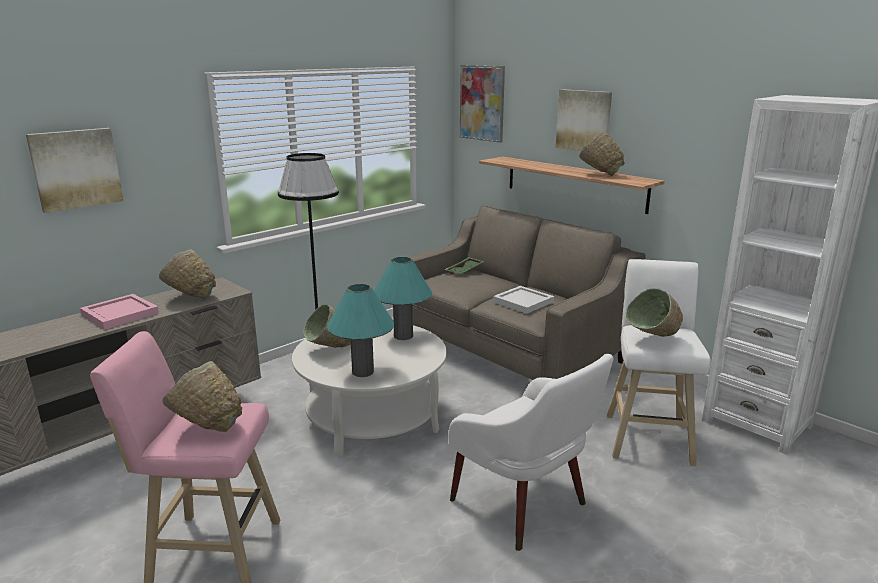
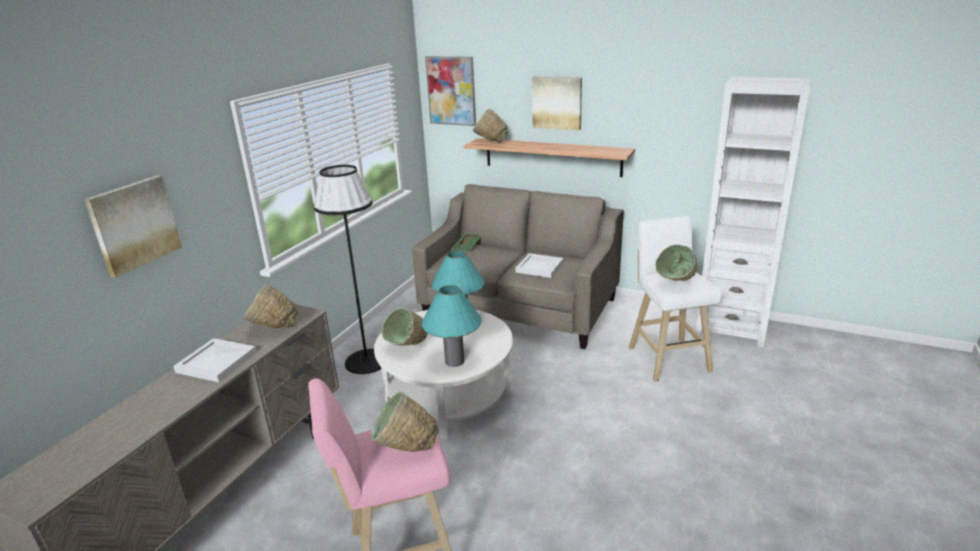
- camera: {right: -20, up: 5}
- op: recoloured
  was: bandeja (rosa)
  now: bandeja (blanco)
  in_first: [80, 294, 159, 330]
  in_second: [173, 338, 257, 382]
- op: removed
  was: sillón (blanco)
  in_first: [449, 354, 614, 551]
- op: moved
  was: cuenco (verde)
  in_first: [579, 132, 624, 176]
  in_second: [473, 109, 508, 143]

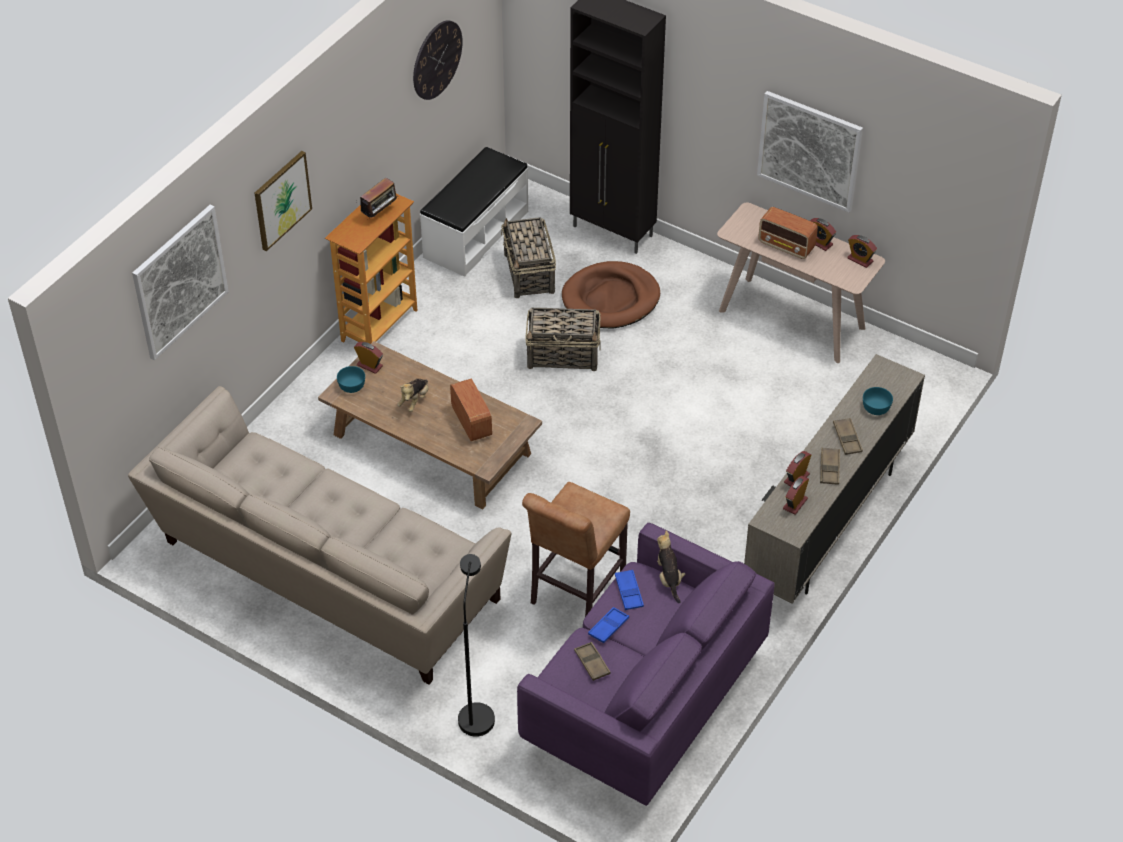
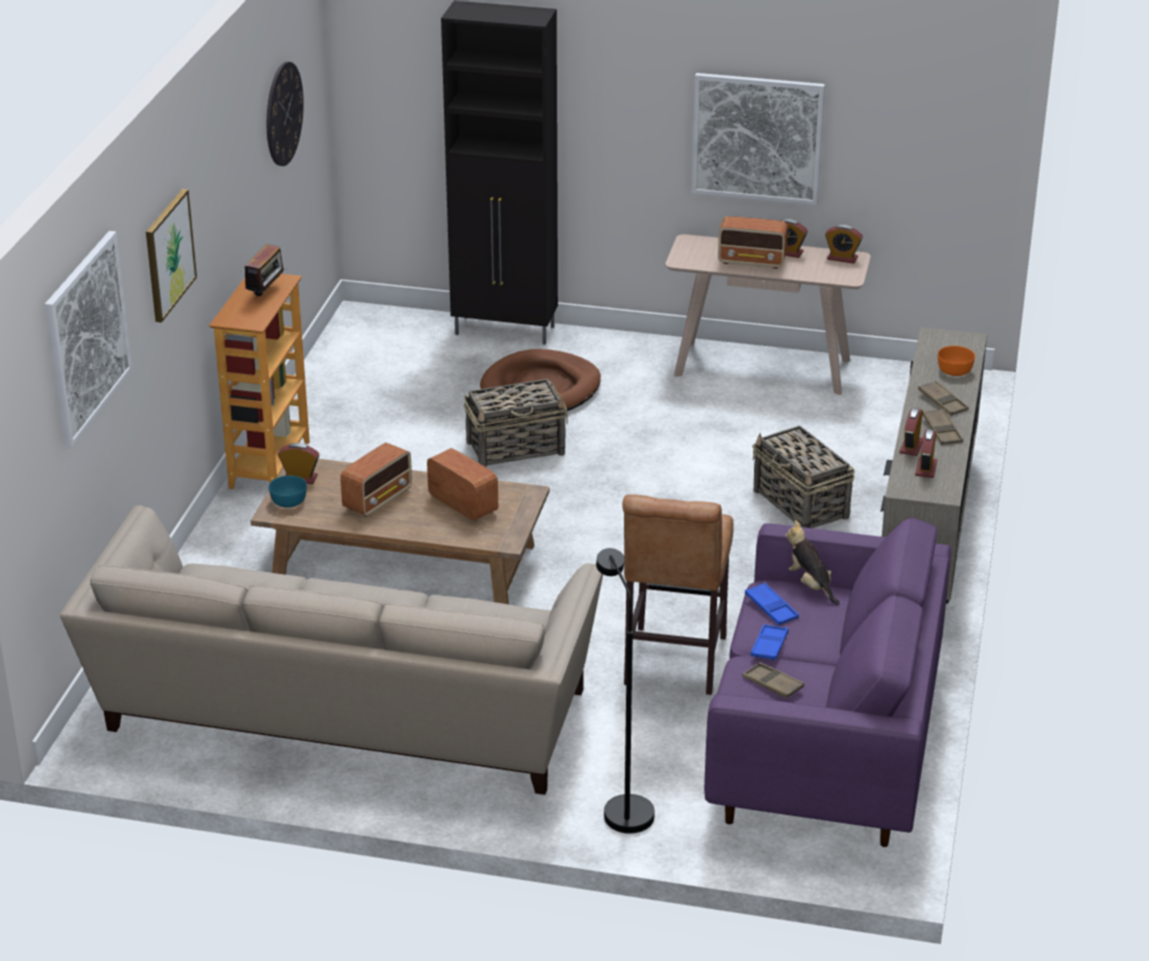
- camera: {right: -20, up: -15}
- op: replaced
  was: peluche
  now: radio
  in_first: [397, 379, 429, 412]
  in_second: [340, 442, 412, 517]
- op: removed
  was: banco (blanco)
  in_first: [420, 147, 528, 277]
- op: moved
  was: cesta
  in_first: [501, 217, 556, 298]
  in_second: [752, 426, 855, 528]
- op: recoloured
  was: cuenco (turquesa)
  now: cuenco (naranja)
  in_first: [863, 387, 893, 415]
  in_second: [938, 346, 975, 376]

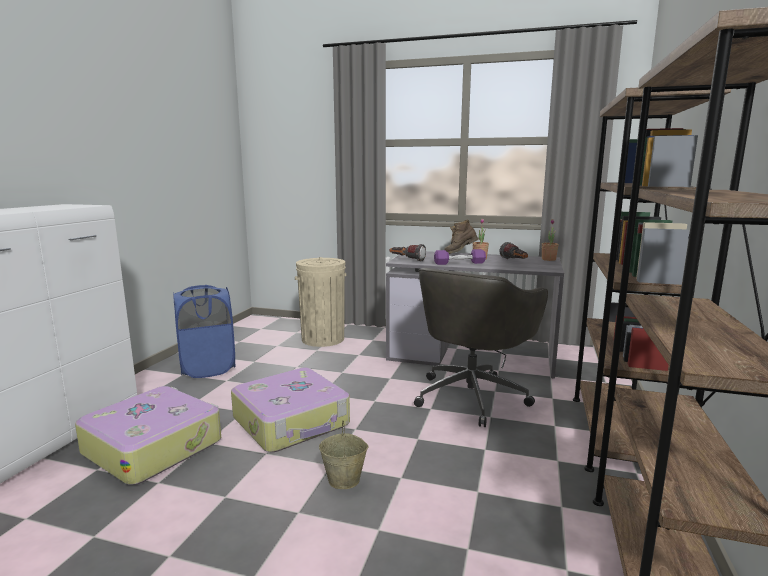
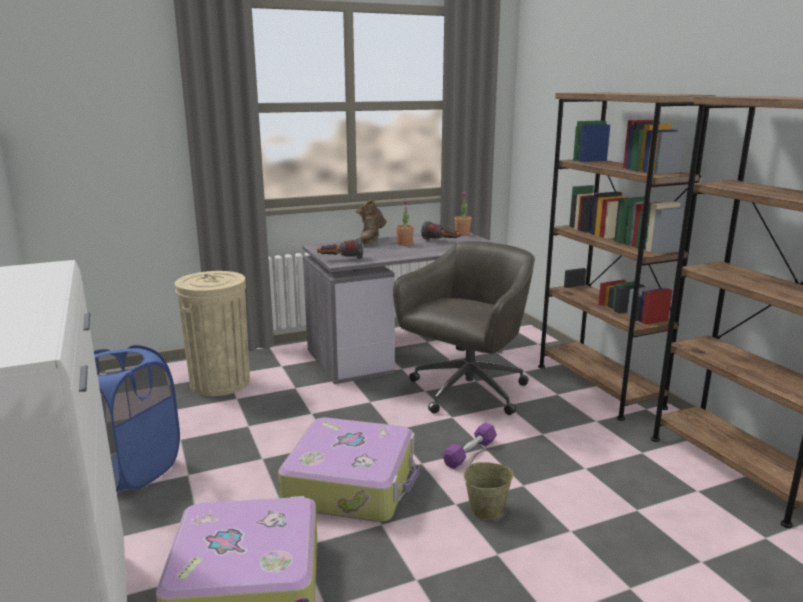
- camera: {right: -40, up: 5}
- op: turned
  was: silla de oficina (gris)
  in_first: [414, 268, 548, 427]
  in_second: [393, 241, 535, 415]
  clockwise: -135
- op: moved
  was: mancuerna (morado)
  in_first: [434, 249, 486, 265]
  in_second: [442, 423, 497, 469]

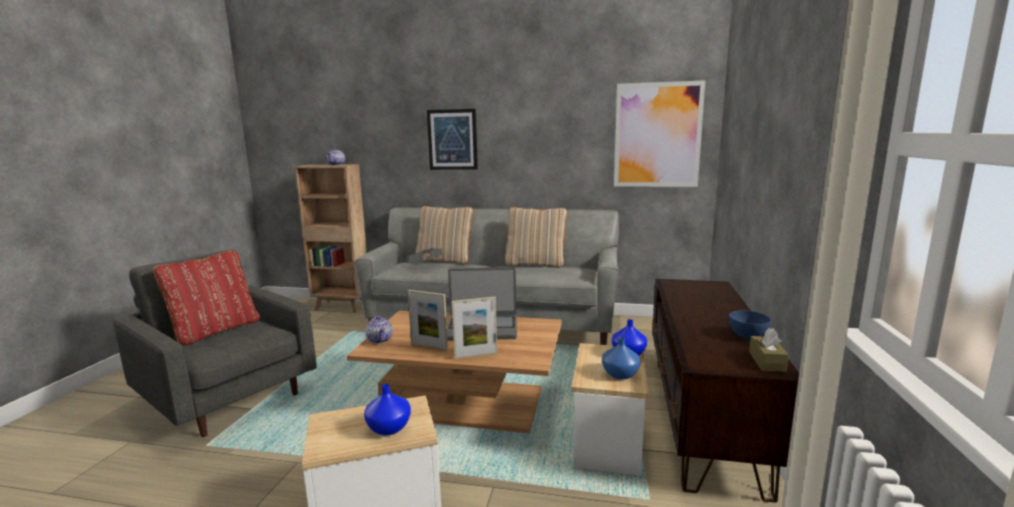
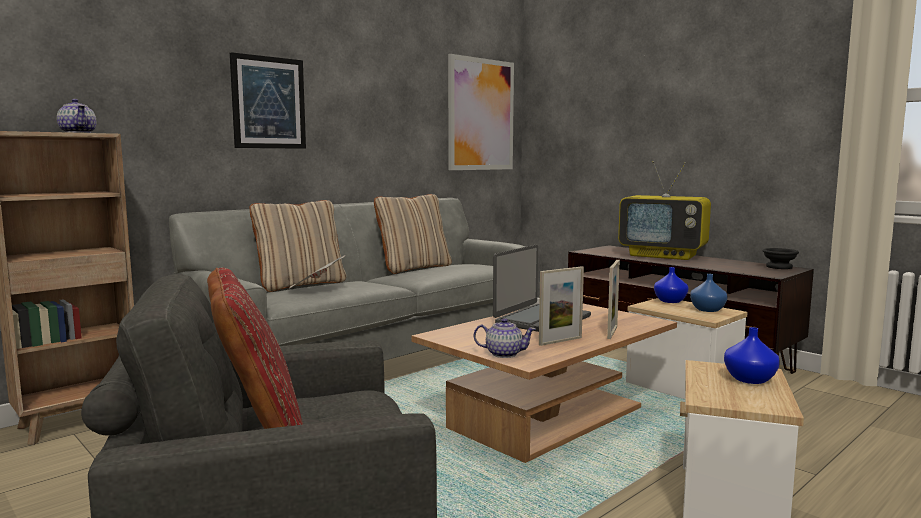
- camera: {right: -55, up: -5}
- op: removed
  was: cuenco (azul)
  in_first: [729, 310, 771, 339]
- op: replaced
  was: caja de pañuelos (marrón)
  now: cuenco (negro)
  in_first: [749, 328, 789, 372]
  in_second: [762, 248, 799, 269]
- op: added
  now: televisor
  in_second: [618, 161, 711, 260]

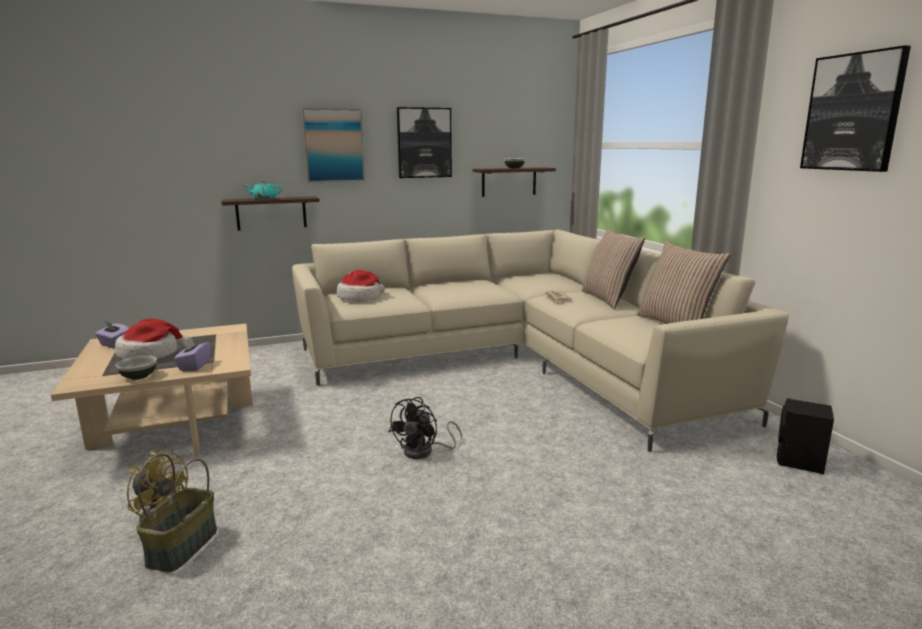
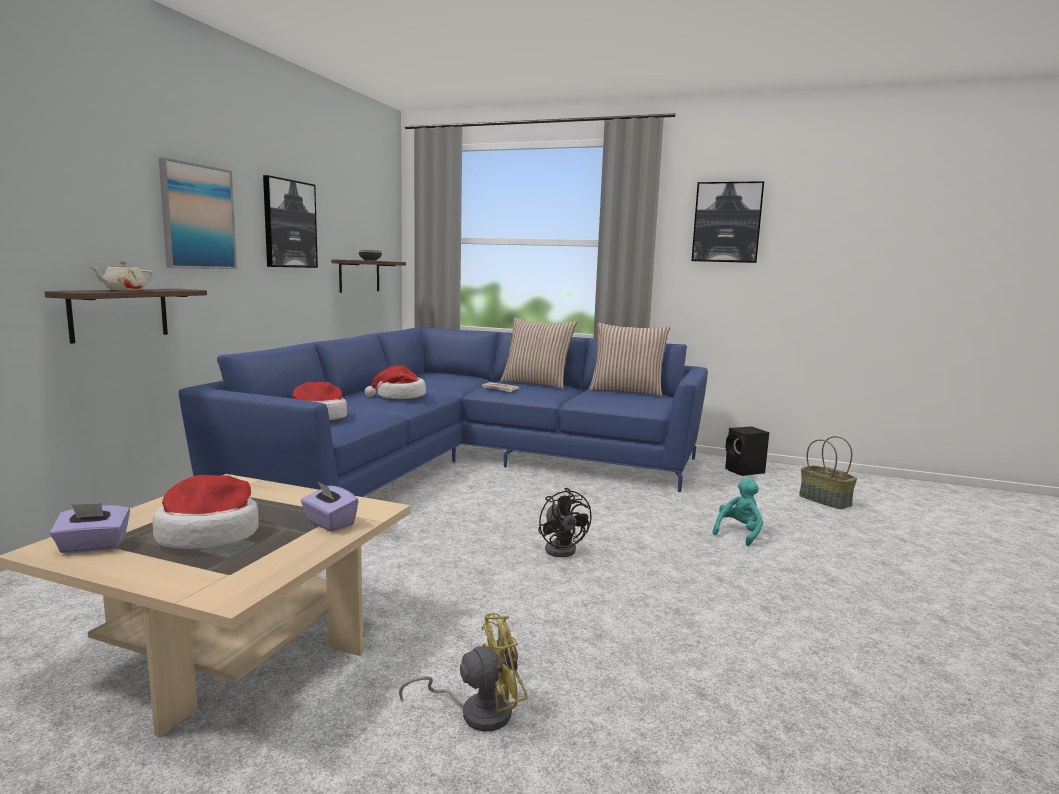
- camera: {right: -50, up: -5}
- op: removed
  was: cuenco
  in_first: [116, 355, 157, 380]
- op: moved
  was: cesta
  in_first: [136, 454, 217, 572]
  in_second: [799, 436, 857, 509]
- op: recoloured
  was: tetera (turquesa)
  now: tetera (beis)
  in_first: [245, 180, 282, 199]
  in_second: [90, 261, 153, 291]
- op: recoloured
  was: sofá (beis)
  now: sofá (azul)
  in_first: [292, 229, 789, 452]
  in_second: [179, 327, 708, 497]
- op: added
  now: sombrero
  in_second: [365, 365, 426, 399]
- op: added
  now: peluche (turquesa)
  in_second: [712, 478, 763, 546]

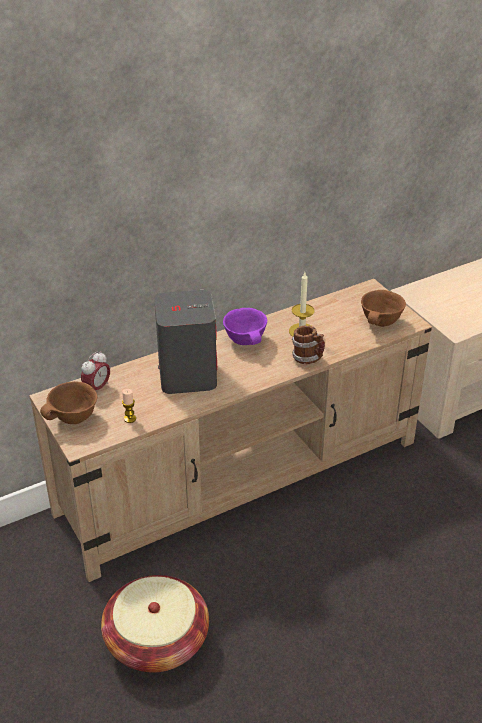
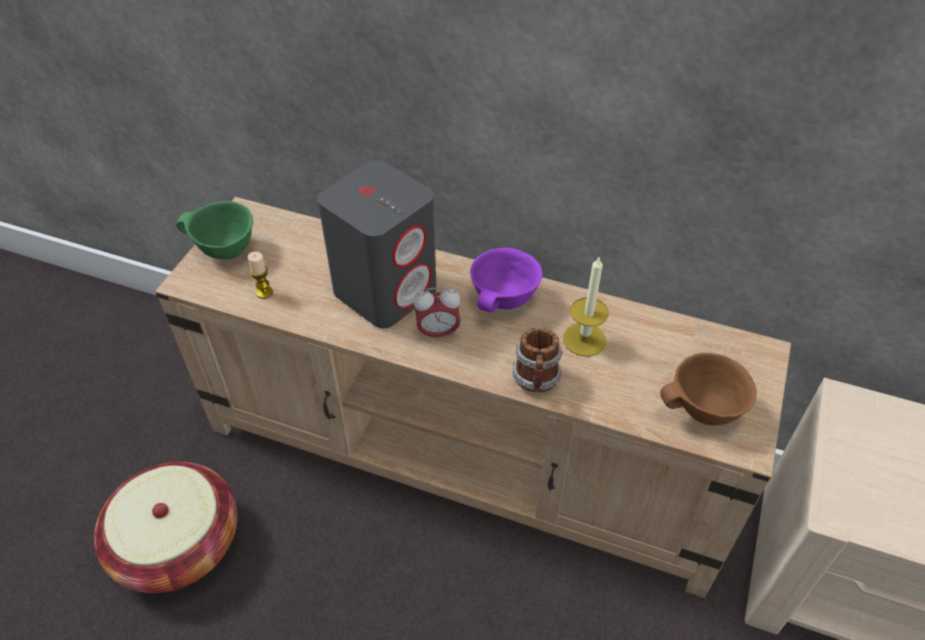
- camera: {right: 50, up: 10}
- op: recoloured
  was: cuenco (marrón)
  now: cuenco (verde)
  in_first: [40, 381, 97, 424]
  in_second: [176, 201, 253, 259]
- op: moved
  was: despertador
  in_first: [81, 352, 110, 390]
  in_second: [413, 287, 461, 340]

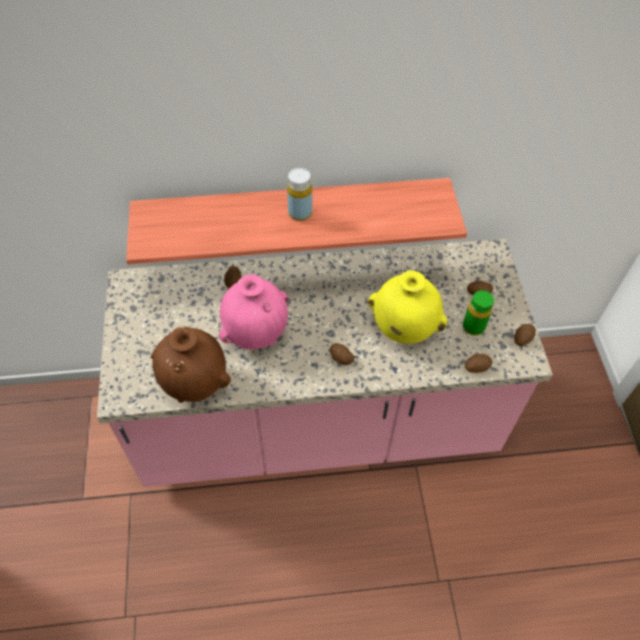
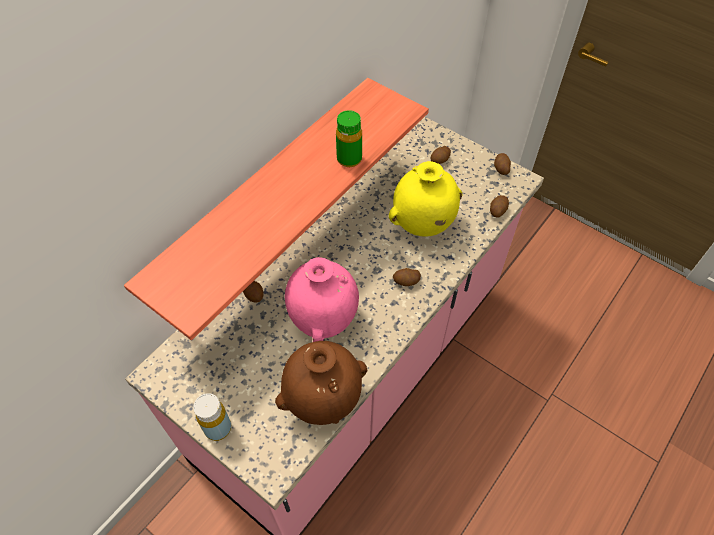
- camera: {right: -45, up: 0}
- op: moved
  was: botella (amarillo)
  in_first: [287, 168, 312, 221]
  in_second: [193, 393, 231, 441]
- op: moved
  was: botella (verde)
  in_first: [463, 290, 494, 336]
  in_second: [336, 110, 362, 167]

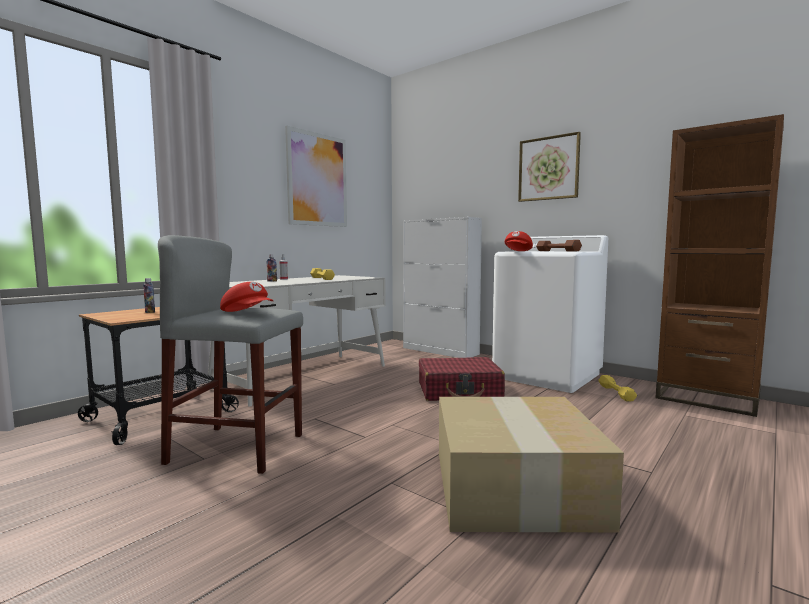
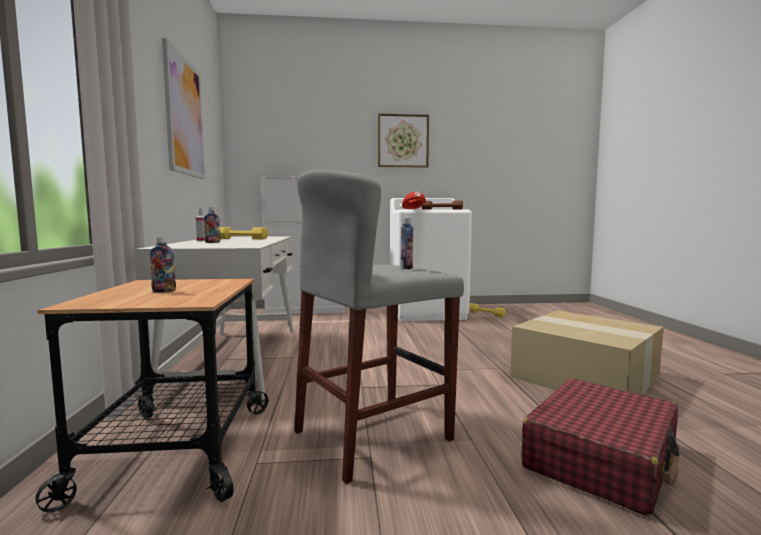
- camera: {right: -45, up: 0}
- op: replaced
  was: gorra (rojo)
  now: botella
  in_first: [220, 282, 274, 312]
  in_second: [401, 219, 413, 269]
- op: moved
  was: maleta (rojo)
  in_first: [419, 357, 505, 401]
  in_second: [521, 378, 680, 516]
- op: removed
  was: estantería (marrón)
  in_first: [656, 114, 784, 417]

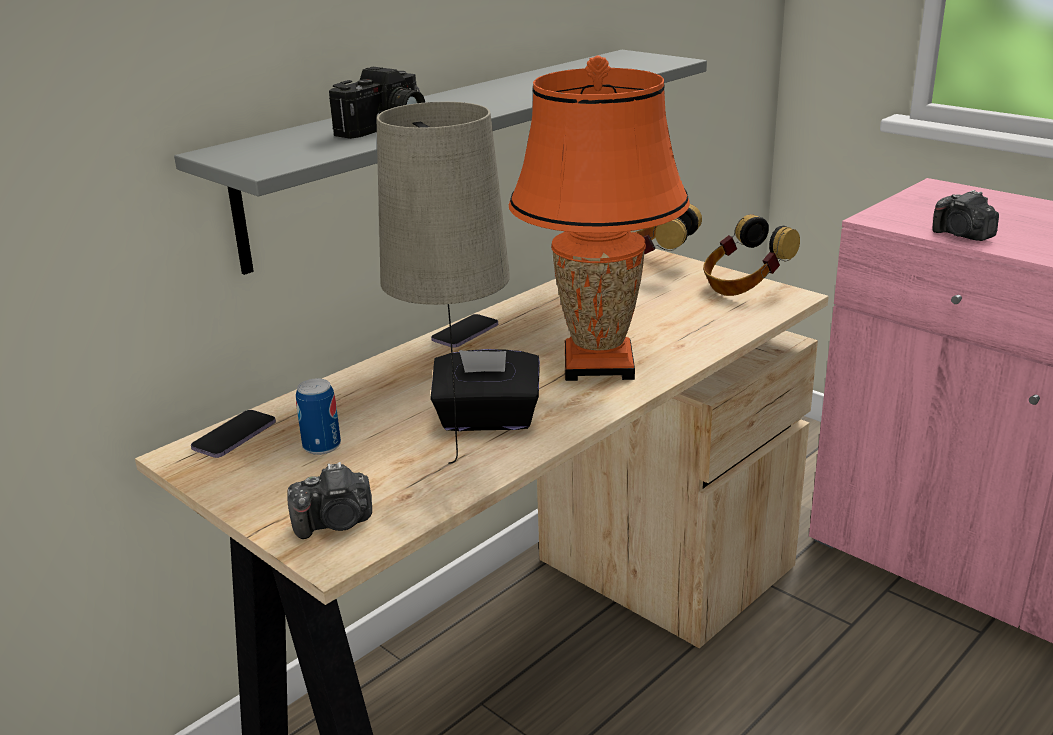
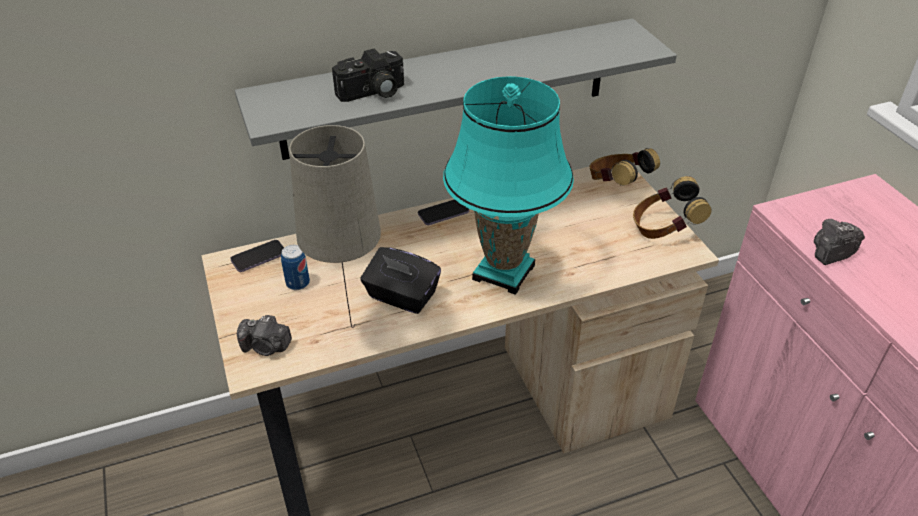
- camera: {right: 25, up: 15}
- op: recoloured
  was: lámpara de mesa (naranja)
  now: lámpara de mesa (turquesa)
  in_first: [508, 55, 690, 381]
  in_second: [443, 76, 574, 295]
- op: turned
  was: cámara
  in_first: [933, 190, 999, 241]
  in_second: [814, 219, 865, 265]
  clockwise: 75

